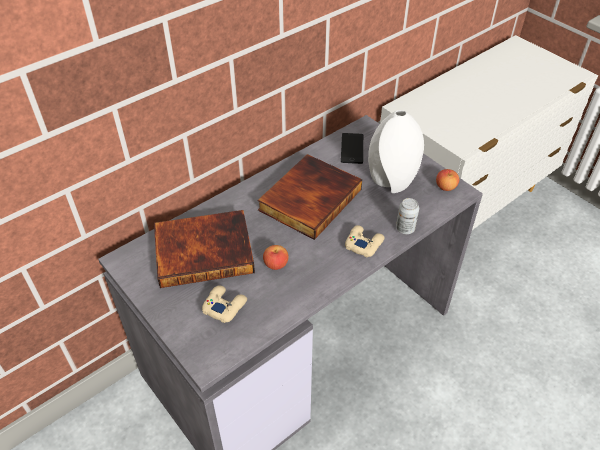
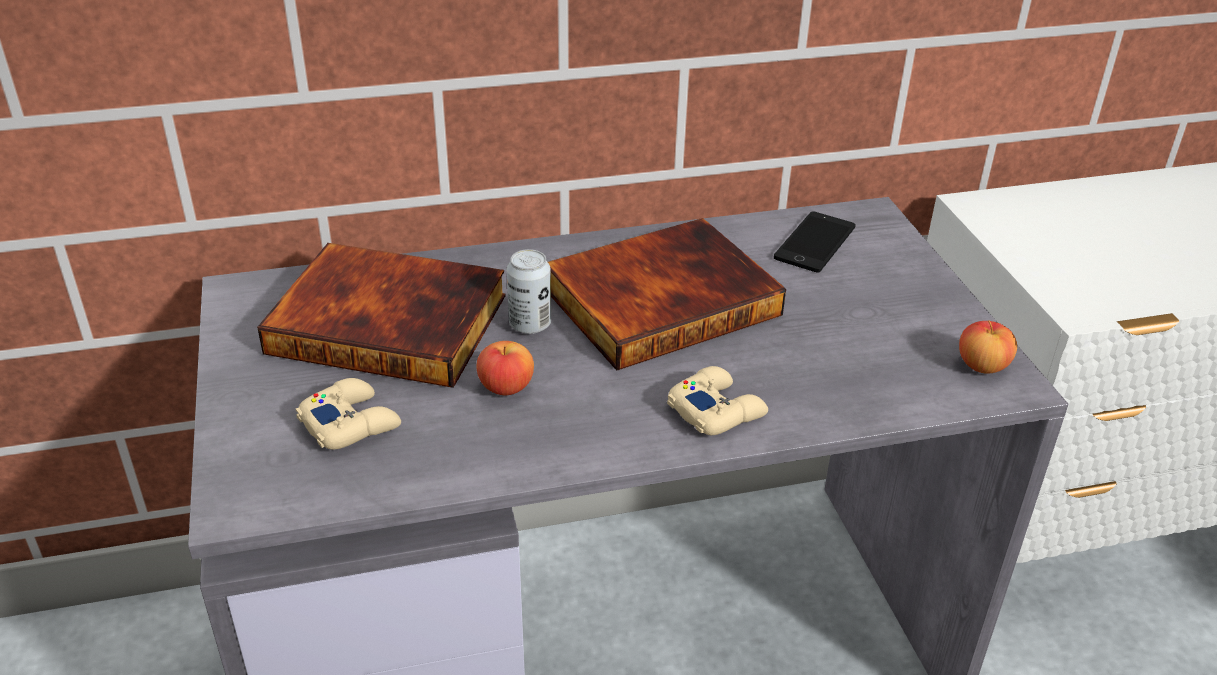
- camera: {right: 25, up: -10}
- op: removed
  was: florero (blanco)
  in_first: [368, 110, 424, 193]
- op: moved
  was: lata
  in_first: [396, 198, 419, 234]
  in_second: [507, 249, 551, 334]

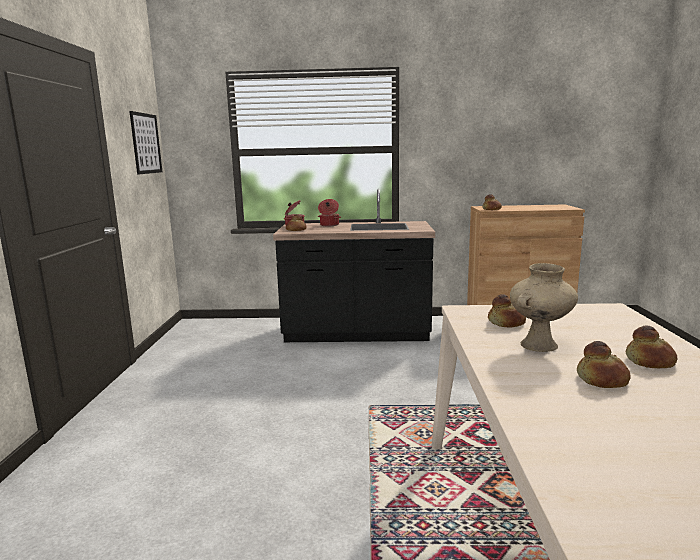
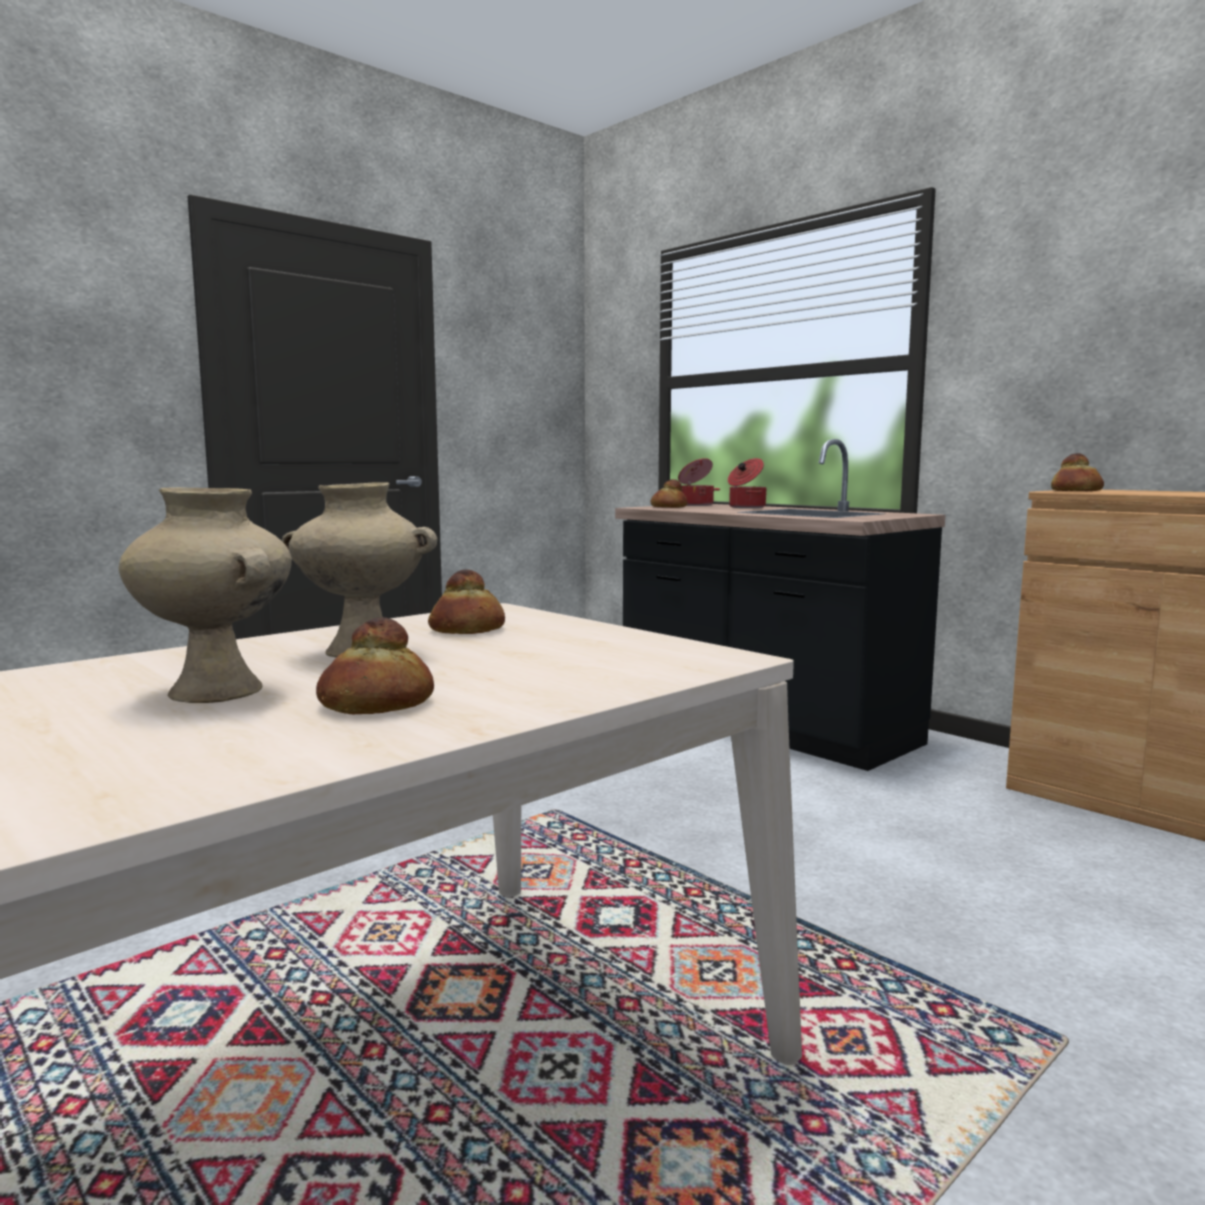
- camera: {right: 45, up: -5}
- op: removed
  was: cuadro
  in_first: [129, 111, 162, 175]
- op: replaced
  was: pan
  now: florero (beis)
  in_first: [577, 341, 631, 388]
  in_second: [118, 487, 292, 703]

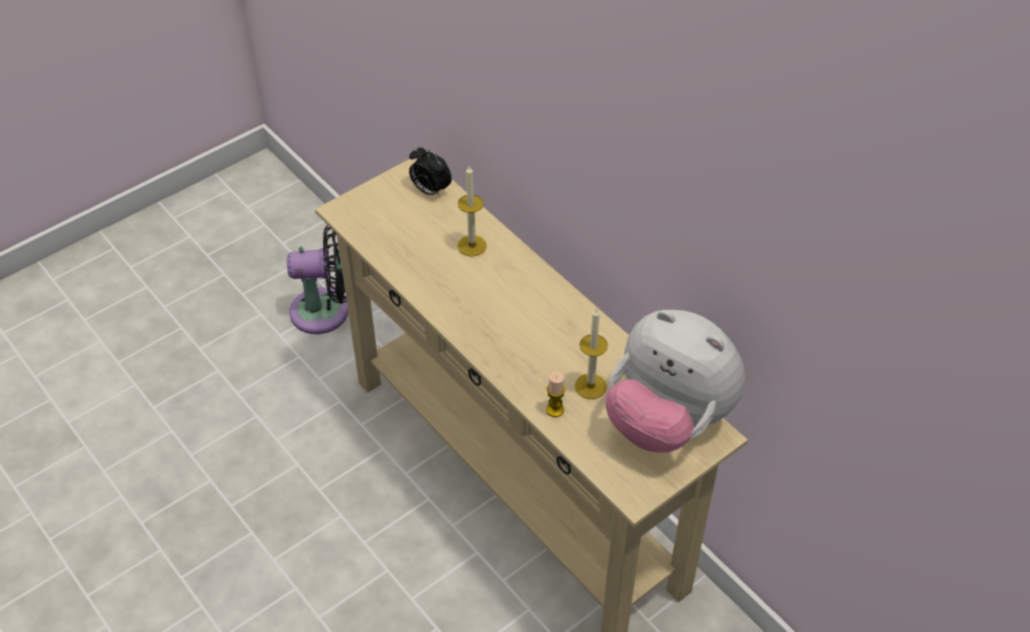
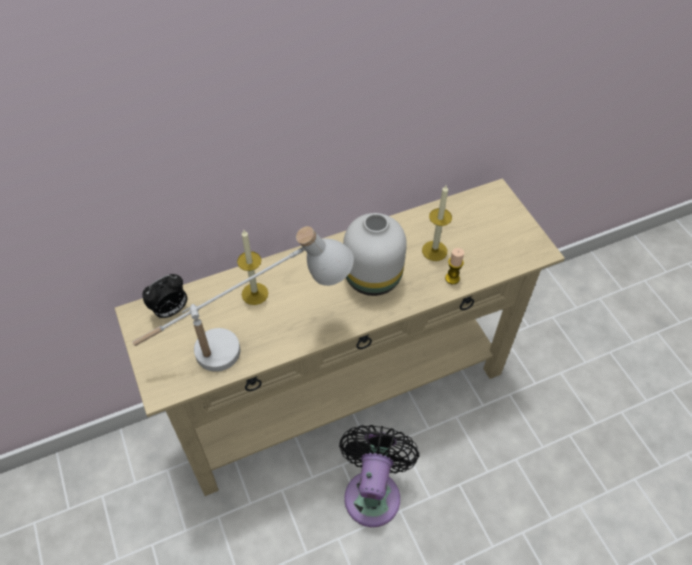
- camera: {right: -75, up: 5}
- op: moved
  was: ventilador (negro)
  in_first: [287, 225, 348, 334]
  in_second: [339, 425, 420, 527]
- op: removed
  was: peluche
  in_first: [605, 310, 745, 453]
- op: added
  now: lámpara de mesa (blanco)
  in_second: [133, 226, 354, 372]
- op: added
  now: florero (blanco)
  in_second: [343, 213, 407, 296]

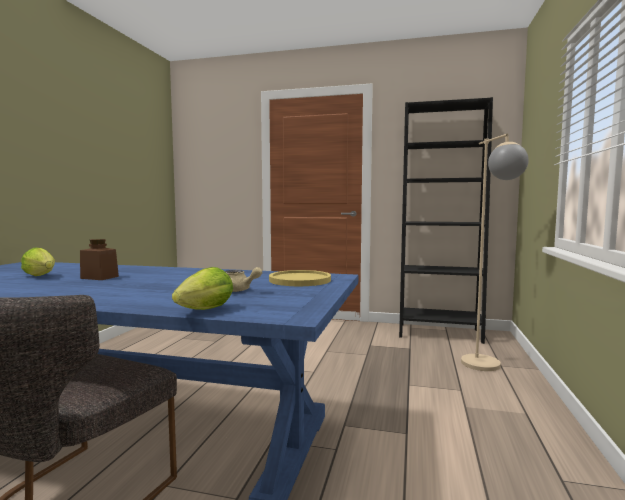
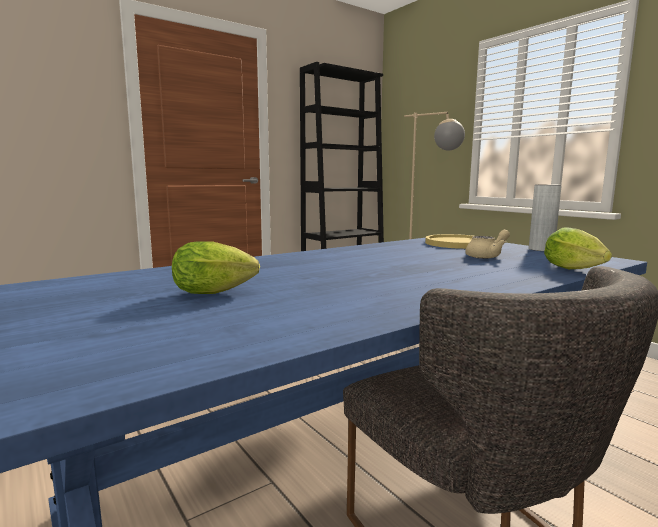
- camera: {right: -50, up: 5}
- op: removed
  was: tarro (marrón)
  in_first: [80, 239, 119, 280]
- op: added
  now: florero (gris)
  in_second: [529, 184, 562, 251]

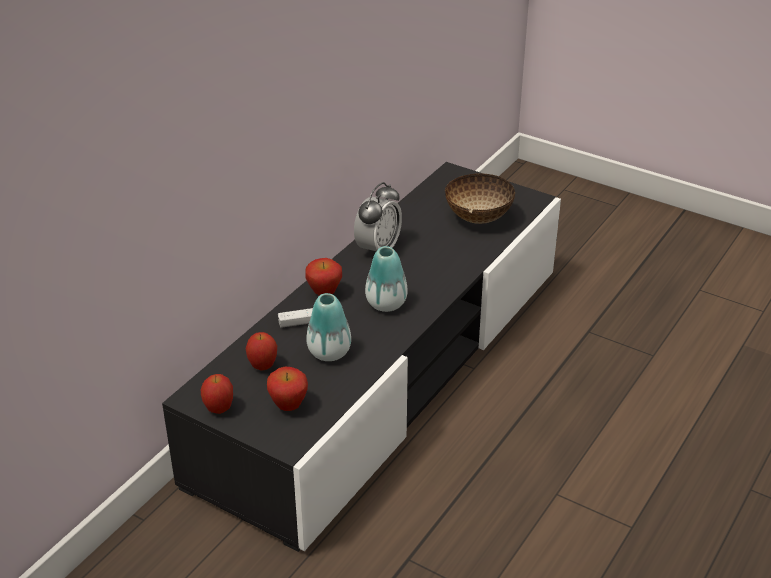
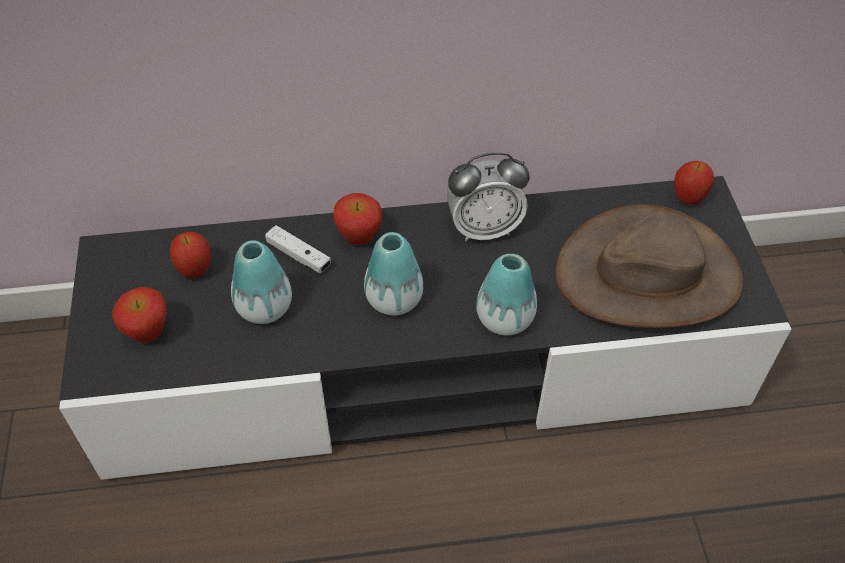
- camera: {right: 50, up: 15}
- op: moved
  was: manzana
  in_first: [201, 374, 233, 414]
  in_second: [674, 161, 714, 205]
- op: replaced
  was: cuenco
  now: sombrero (marrón)
  in_first: [445, 173, 515, 224]
  in_second: [555, 204, 743, 328]
- op: added
  now: florero
  in_second: [477, 254, 537, 335]

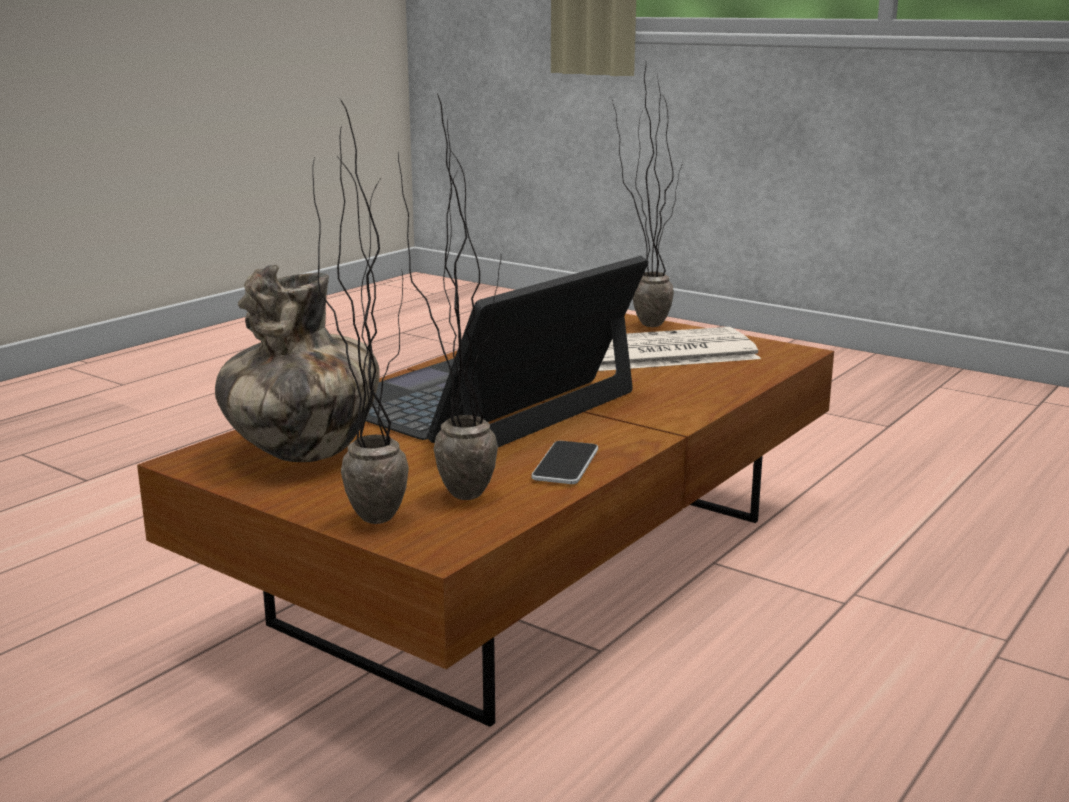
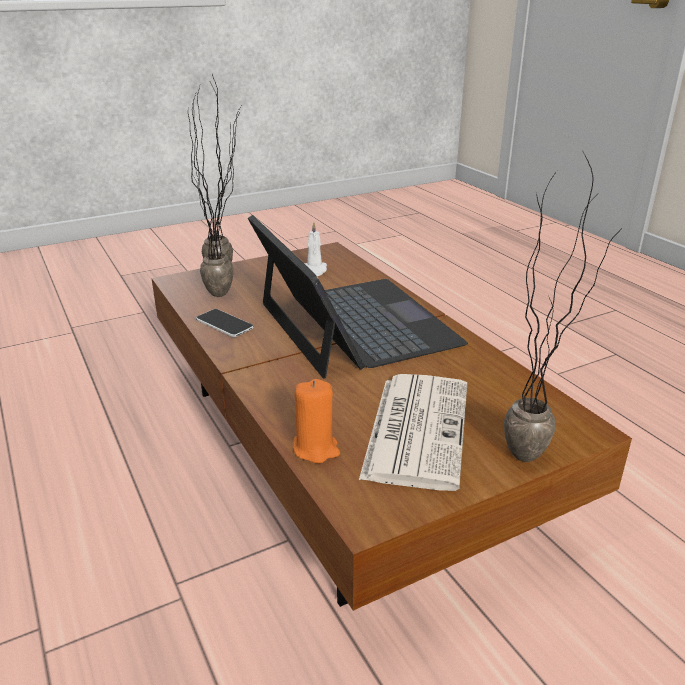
- camera: {right: 115, up: 10}
- op: replaced
  was: florero
  now: vela (blanco)
  in_first: [215, 265, 380, 462]
  in_second: [304, 222, 327, 276]
- op: added
  now: vela (naranja)
  in_second: [293, 379, 340, 464]

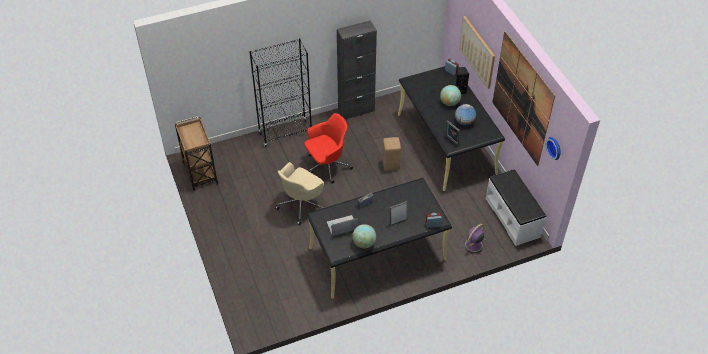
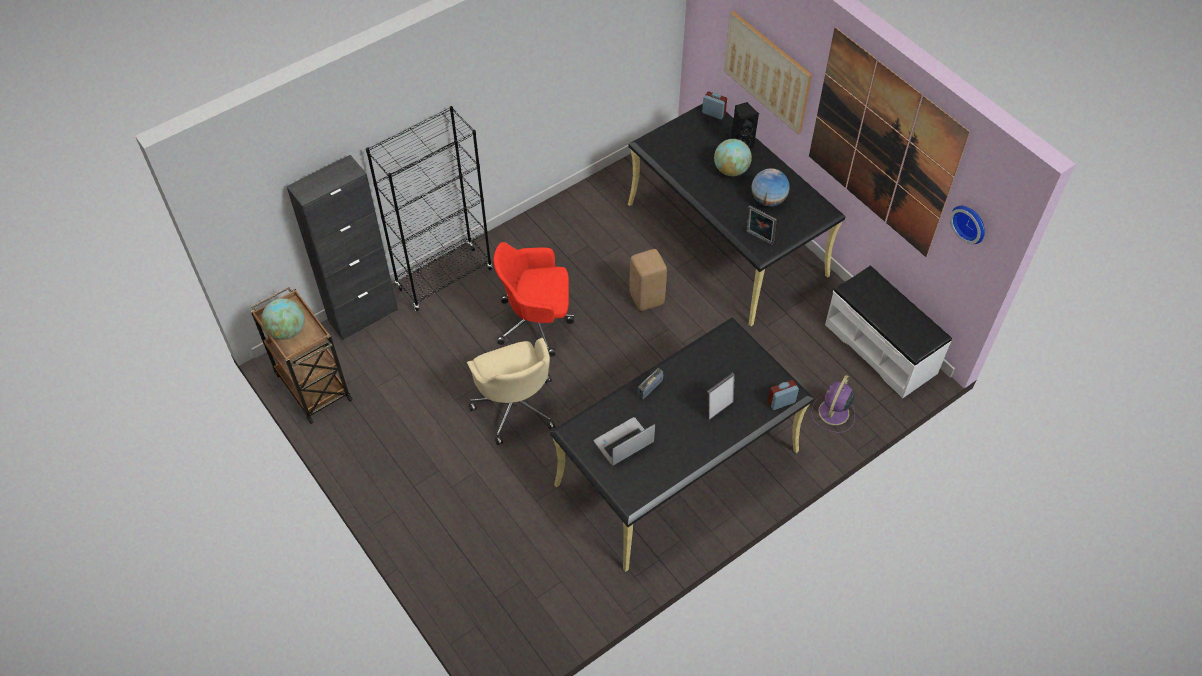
- camera: {right: -15, up: 5}
- op: turned
  was: silla de oficina (beis)
  in_first: [275, 162, 326, 226]
  in_second: [467, 338, 555, 445]
  clockwise: -45
- op: turned
  was: silla de oficina (rojo)
  in_first: [304, 113, 353, 184]
  in_second: [493, 242, 574, 357]
  clockwise: -135
- op: moved
  was: armario (negro)
  in_first: [337, 20, 377, 119]
  in_second: [286, 155, 398, 340]
- op: moved
  was: globo terráqueo
  in_first: [352, 224, 376, 248]
  in_second: [262, 298, 305, 340]

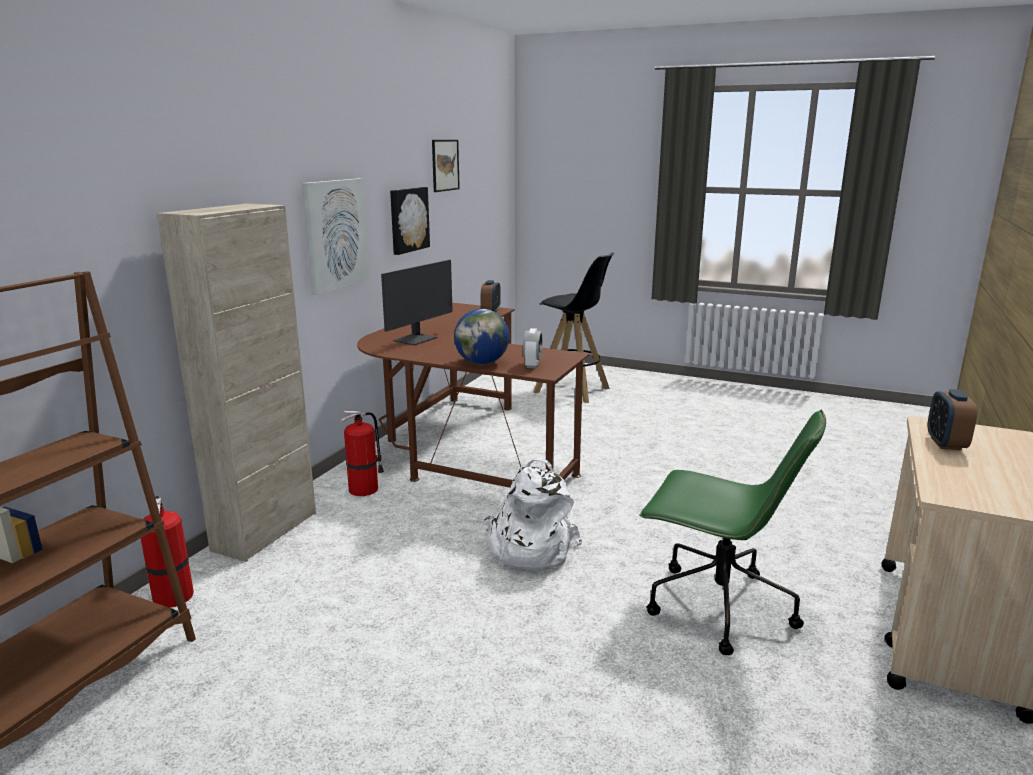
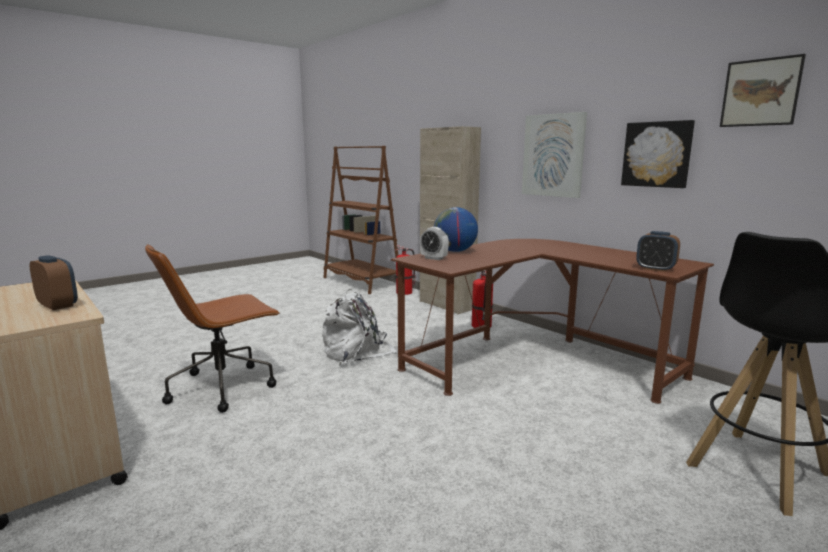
- camera: {right: 115, up: -5}
- op: removed
  was: monitor
  in_first: [381, 260, 453, 345]
- op: recoloured
  was: silla de oficina (verde)
  now: silla de oficina (marrón)
  in_first: [639, 410, 826, 655]
  in_second: [145, 244, 280, 413]

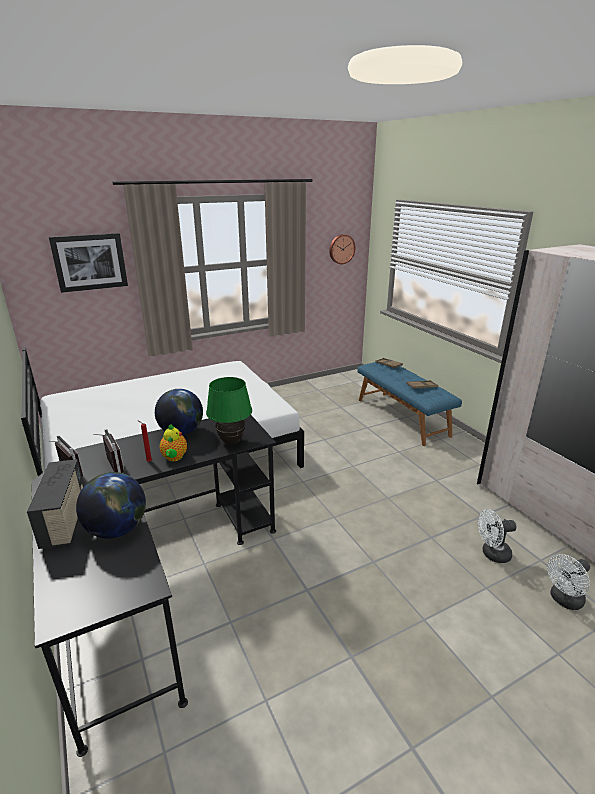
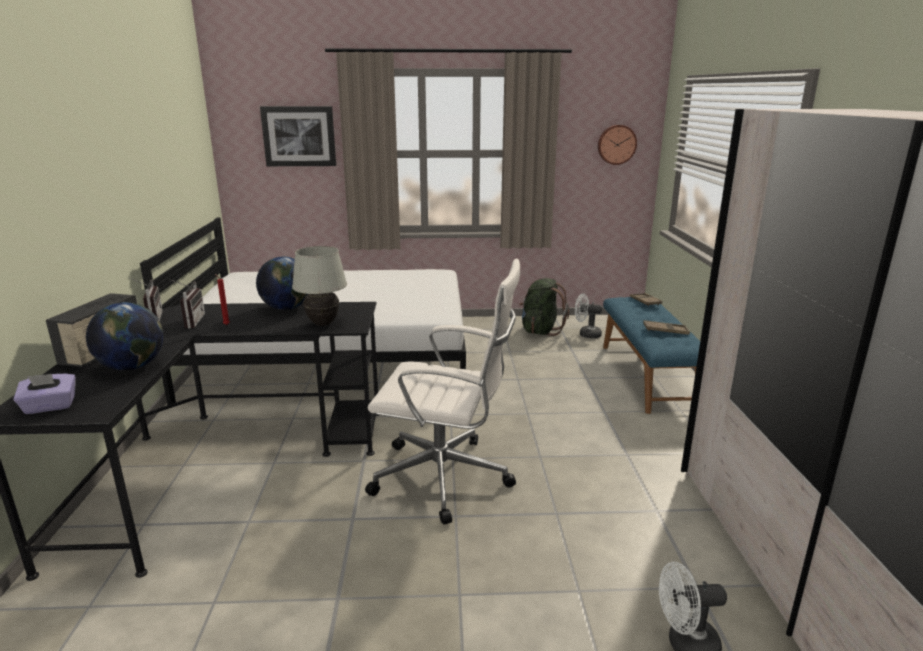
- camera: {right: 25, up: -5}
- op: removed
  was: tetera
  in_first: [160, 424, 187, 461]
- op: recoloured
  was: lámpara de mesa (verde)
  now: lámpara de mesa (blanco)
  in_first: [206, 377, 252, 444]
  in_second: [292, 246, 347, 326]
- op: moved
  was: ventilador (blanco)
  in_first: [478, 509, 517, 563]
  in_second: [575, 294, 602, 338]
- op: added
  now: caja de pañuelos (morado)
  in_second: [13, 374, 76, 414]
- op: added
  now: silla de oficina (blanco)
  in_second: [365, 259, 520, 524]
- op: added
  now: mochila (verde)
  in_second: [519, 278, 569, 336]

